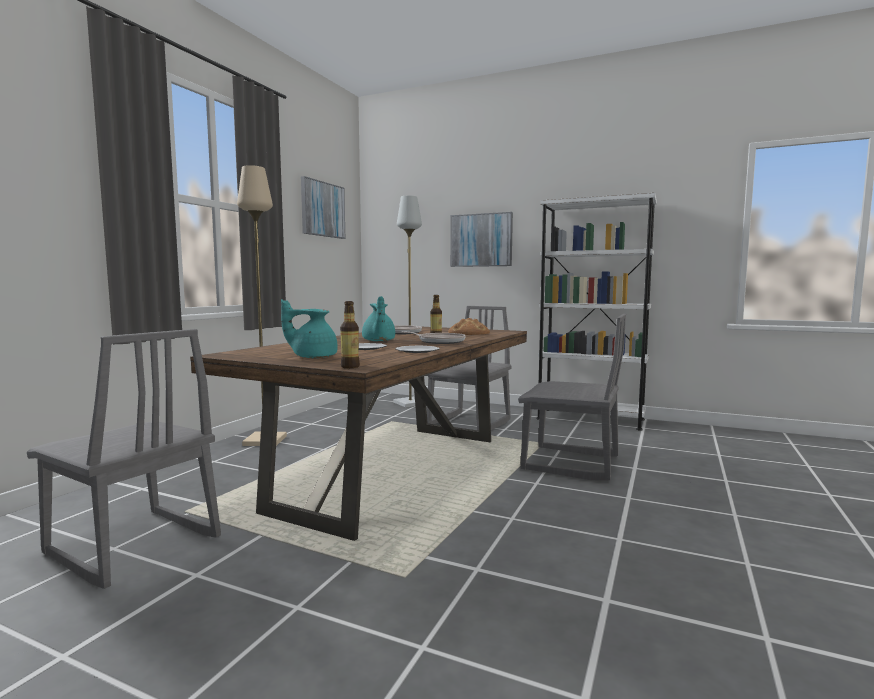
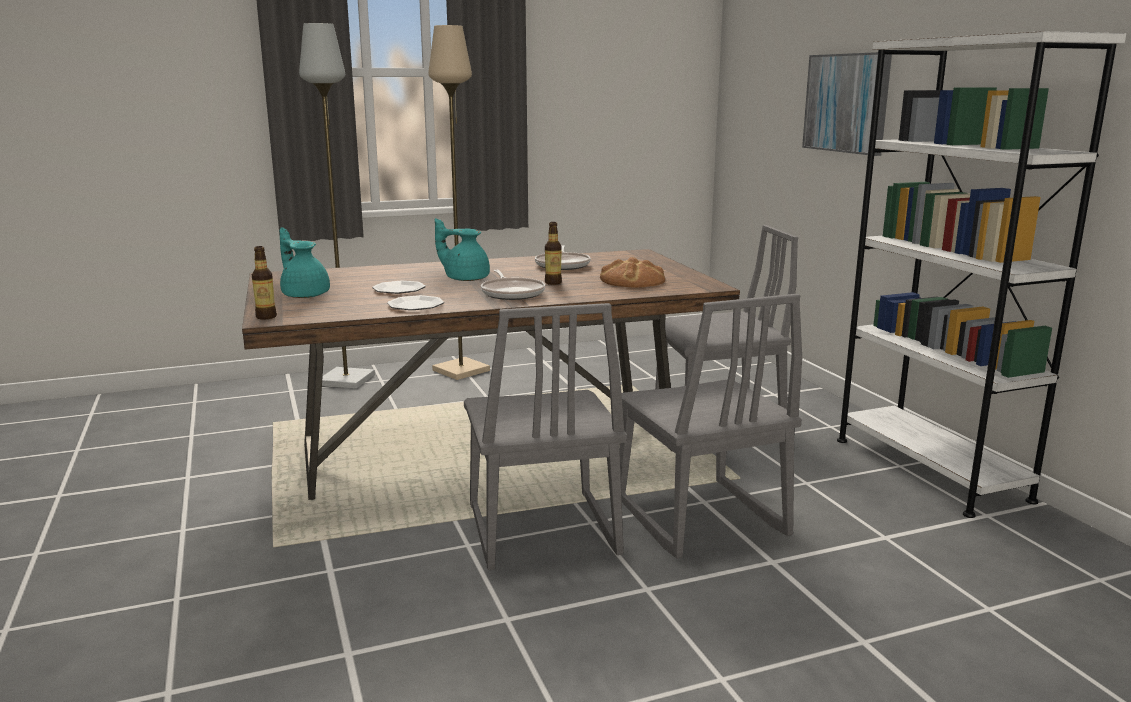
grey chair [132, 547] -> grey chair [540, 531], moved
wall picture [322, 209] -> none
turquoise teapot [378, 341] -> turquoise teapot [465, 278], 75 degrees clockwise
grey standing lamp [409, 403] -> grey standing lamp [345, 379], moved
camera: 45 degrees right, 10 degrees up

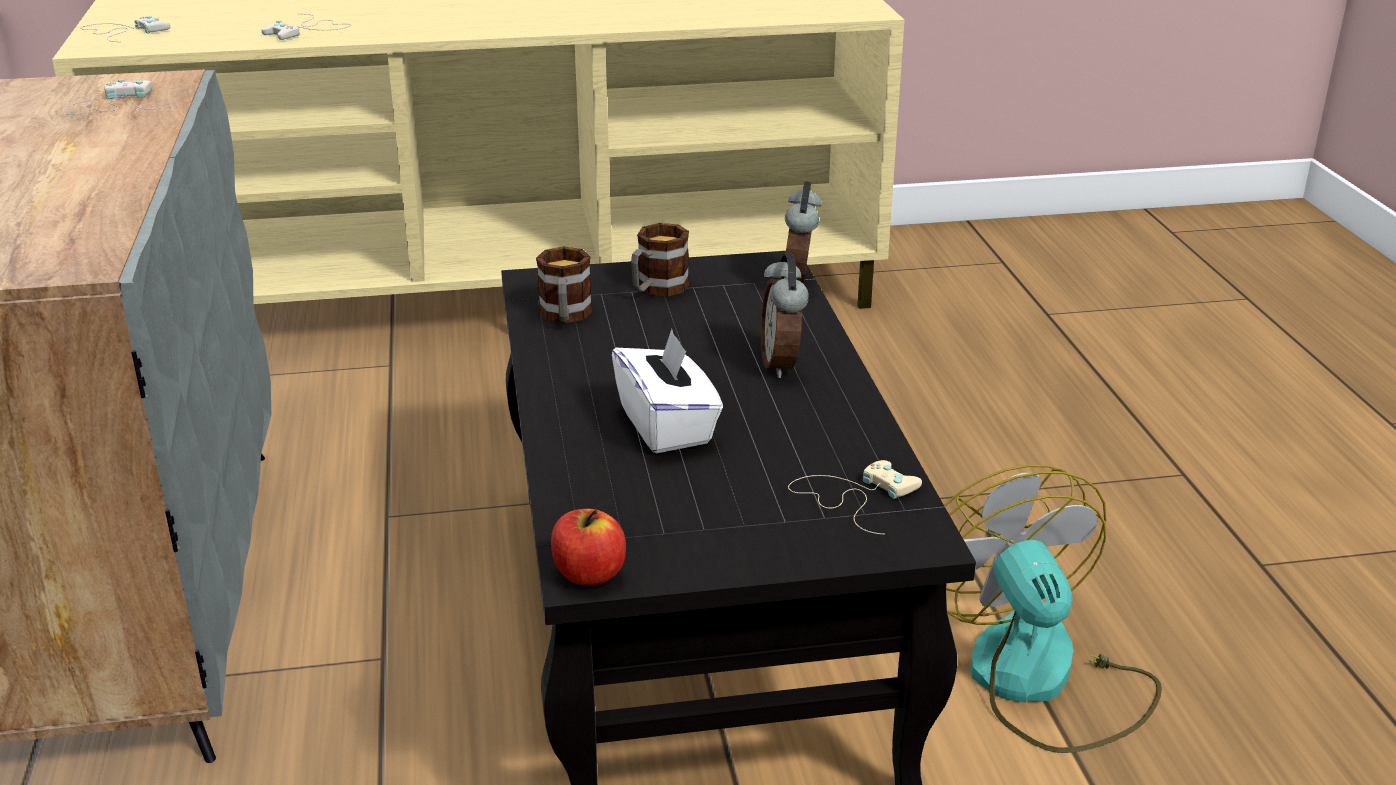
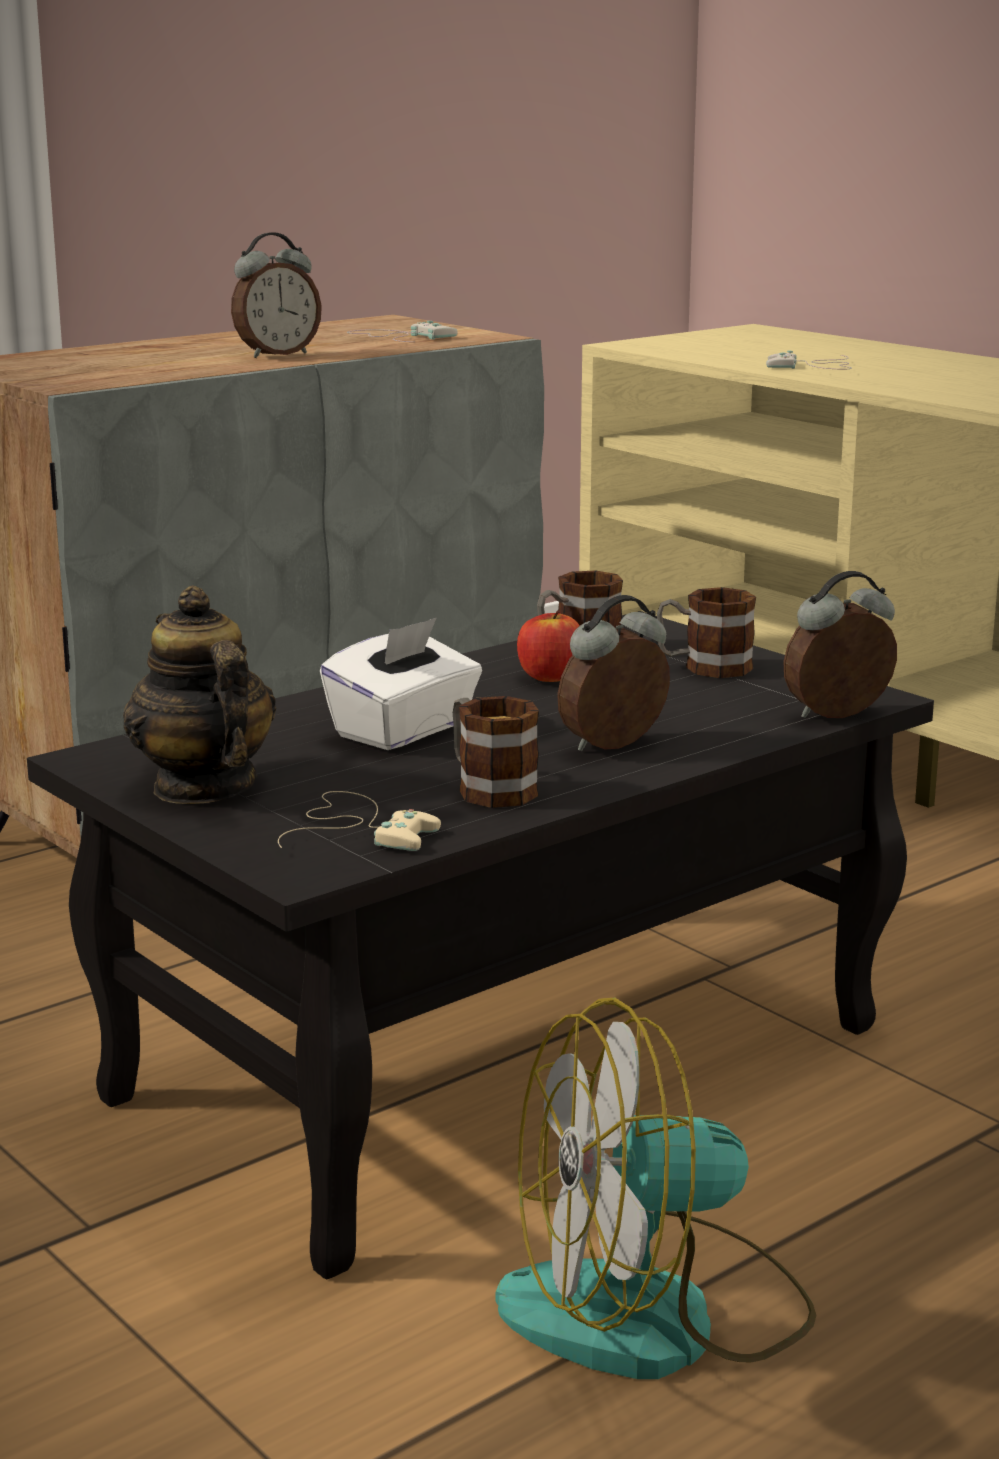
white-coloured gamepad [122, 33] -> none
apple fruit [589, 574] -> apple fruit [550, 677], moved
cooling fan [1039, 681] -> cooling fan [656, 1314], 150 degrees counterclockwise
none -> teapot [203, 787]
none -> table clock [276, 354]
none -> coffee mug [488, 787]
camera: 60 degrees right, 10 degrees down

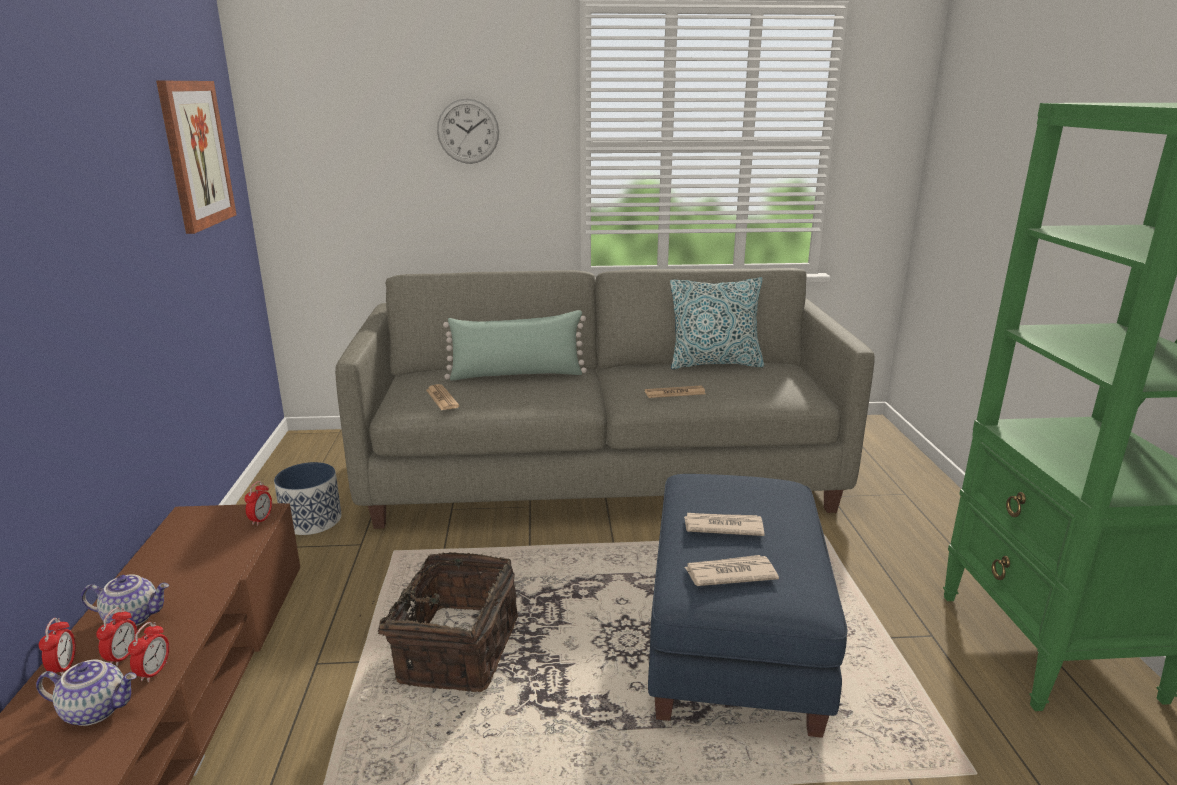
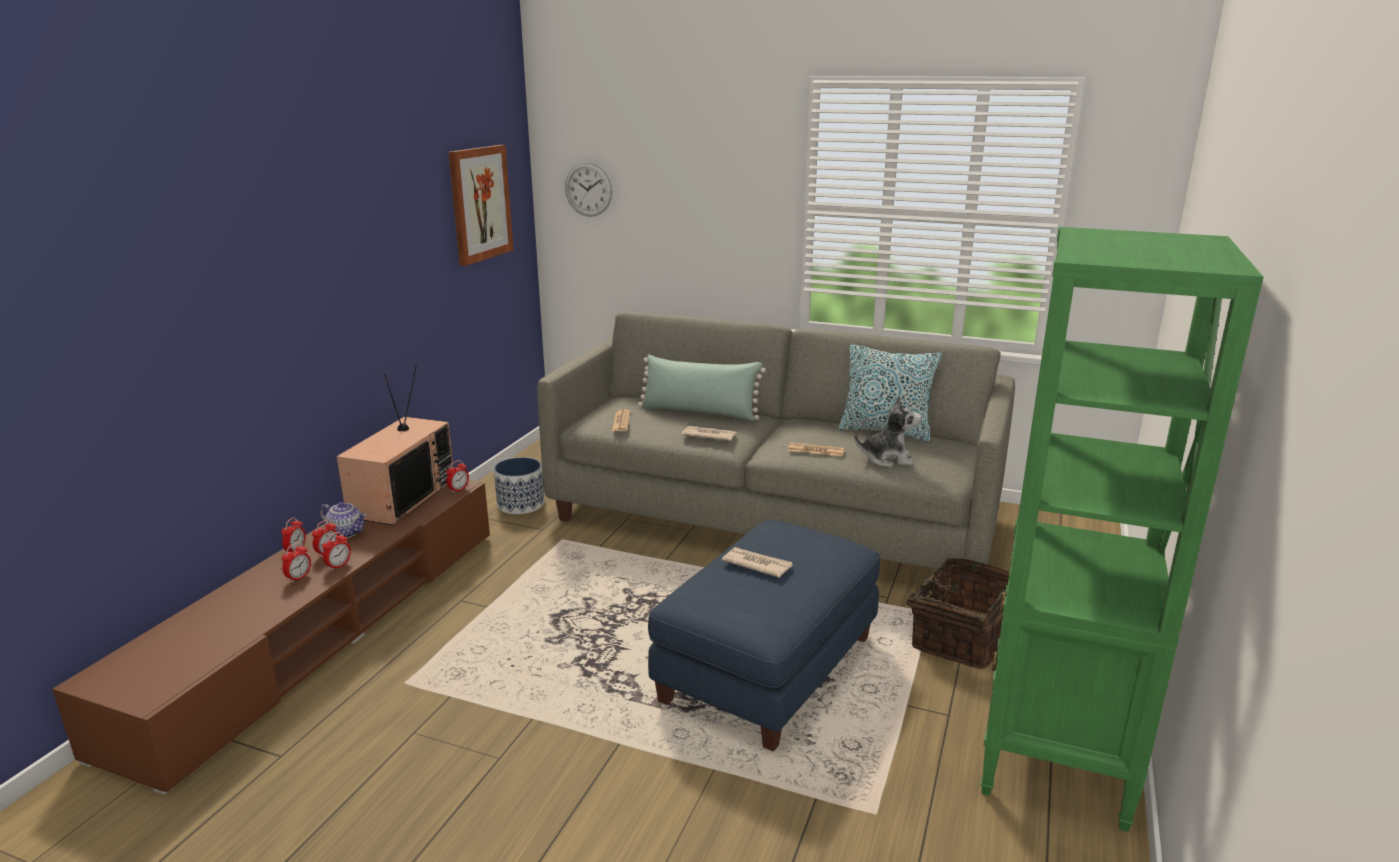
teapot [97, 709] -> table clock [299, 578]
storage basket [454, 649] -> storage basket [959, 636], moved
wall clock [468, 131] -> wall clock [588, 189], moved
newspaper [729, 574] -> newspaper [708, 435], moved
none -> television [401, 496]
none -> cuddly toy [887, 459]
camera: 25 degrees right, 0 degrees up

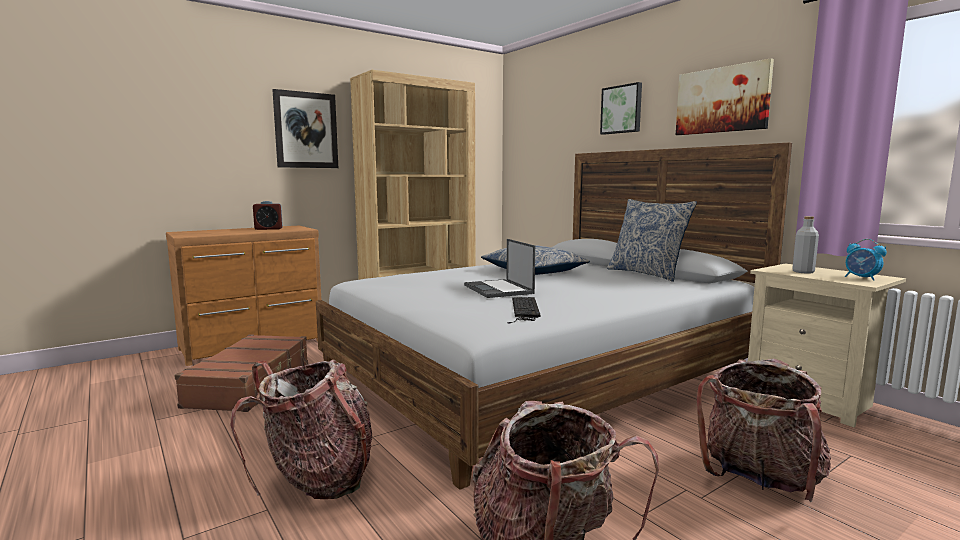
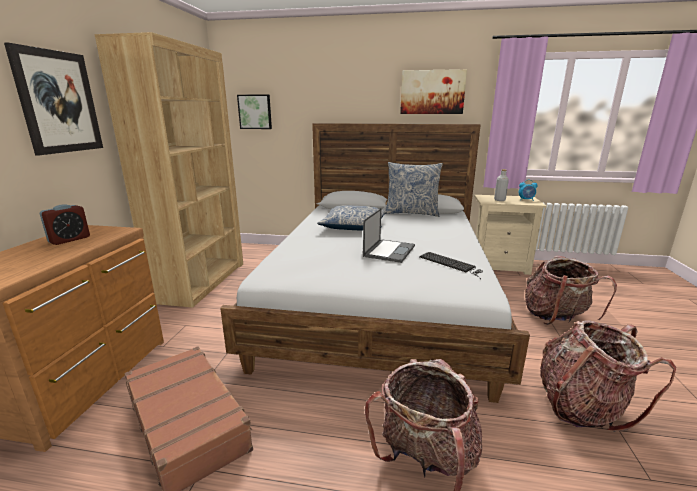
laptop [499, 289] -> laptop [389, 251], 90 degrees counterclockwise
wall picture [622, 109] -> wall picture [255, 112], moved
camera: 45 degrees left, 10 degrees up

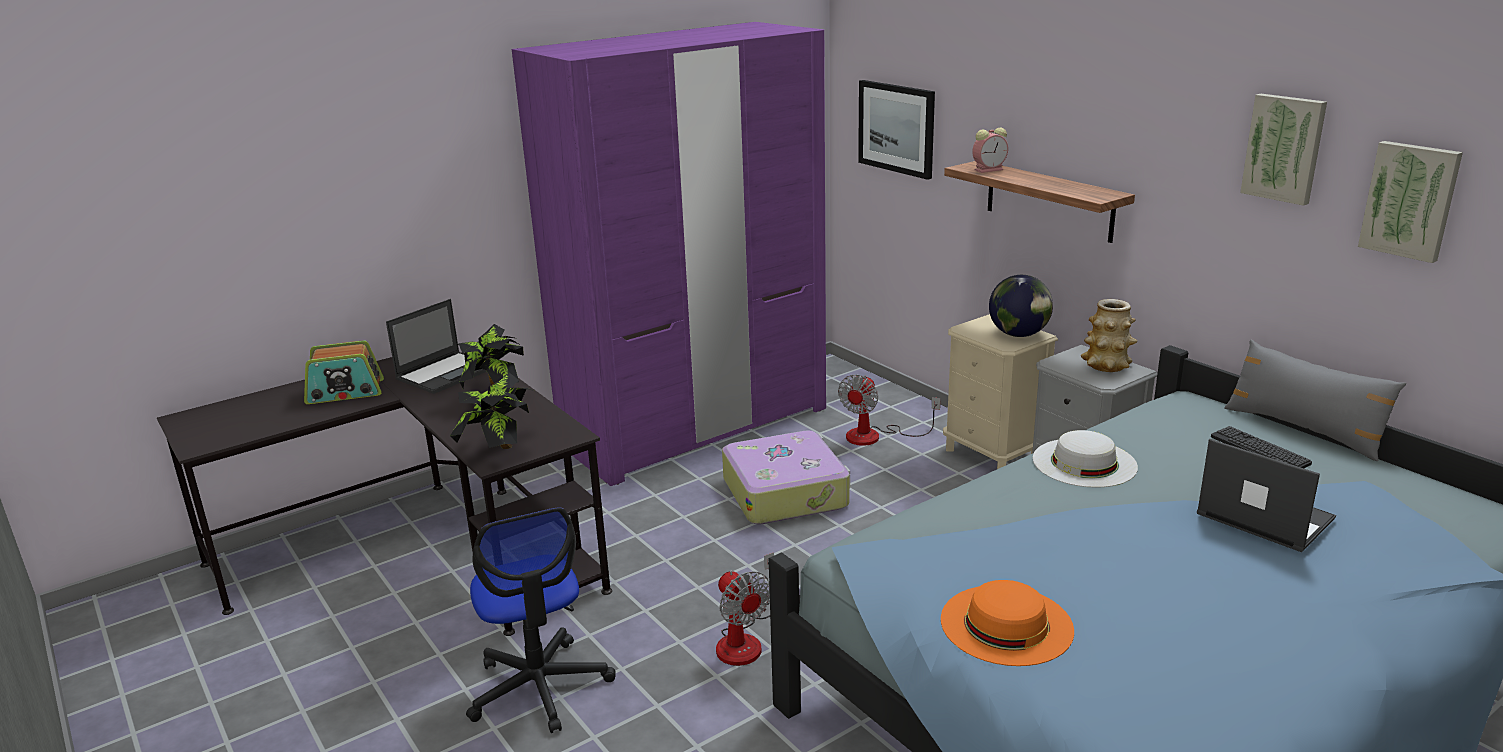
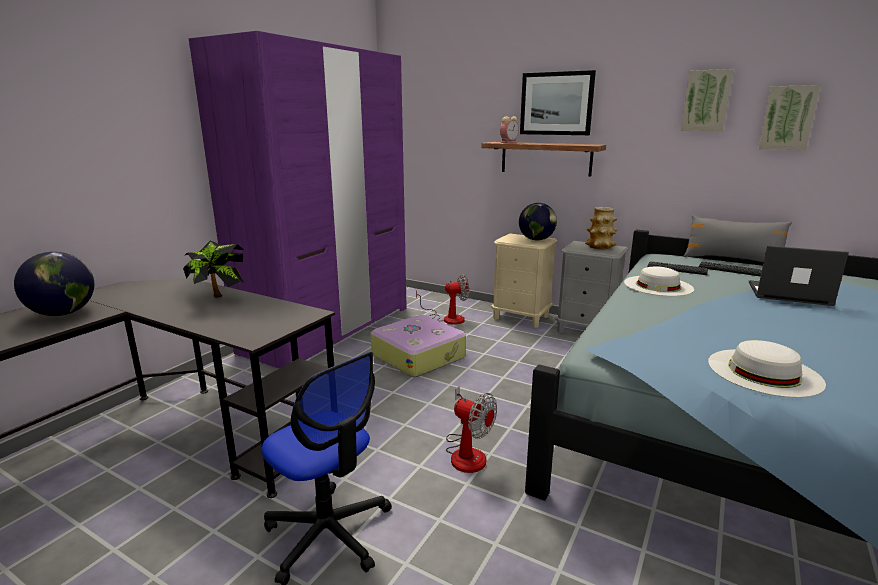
radio receiver [345, 392] -> world globe [63, 313]
laptop [446, 373] -> none
houseplant [500, 452] -> none
cooling fan [875, 436] -> cooling fan [447, 318], 105 degrees counterclockwise
wall picture [896, 128] -> wall picture [556, 104], moved
orange-coloured hat [1006, 624] -> white-coloured hat [763, 372]
none -> computer keyboard [677, 269]
camera: 25 degrees left, 5 degrees down

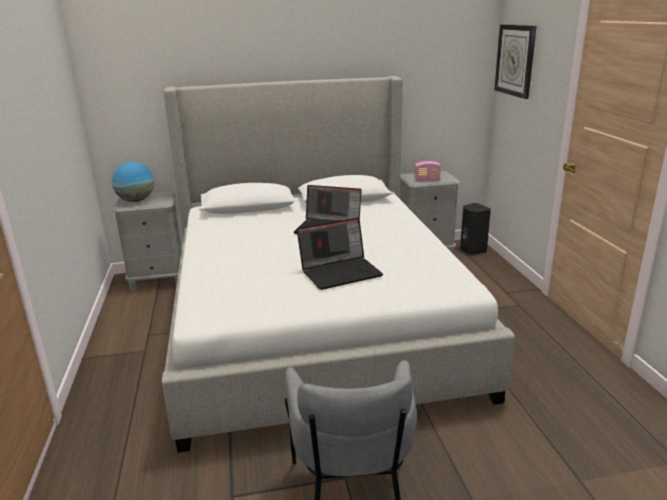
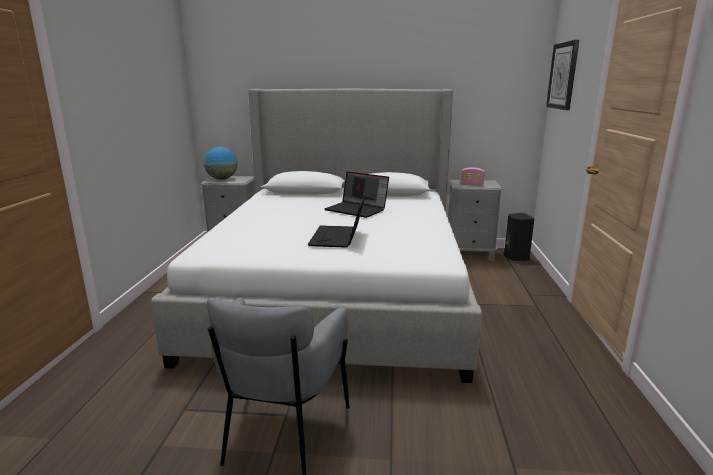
laptop [341, 272] -> laptop [339, 238], 105 degrees clockwise
camera: 15 degrees right, 5 degrees down

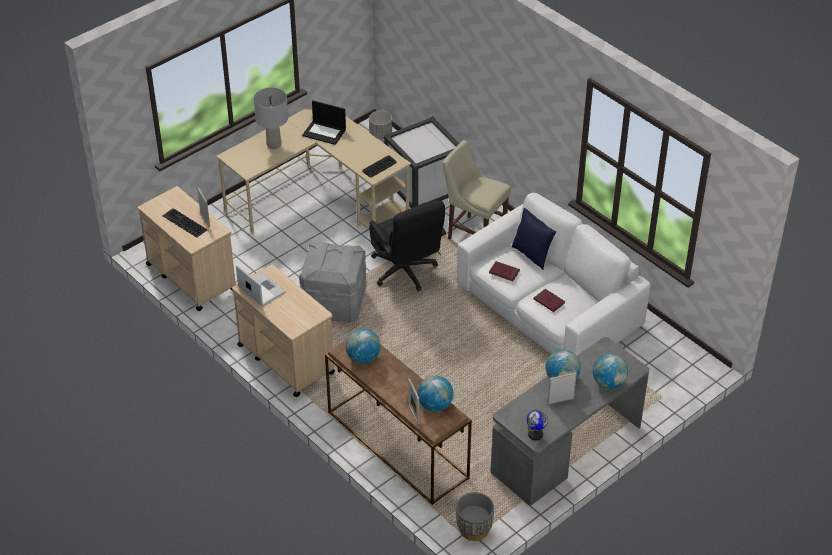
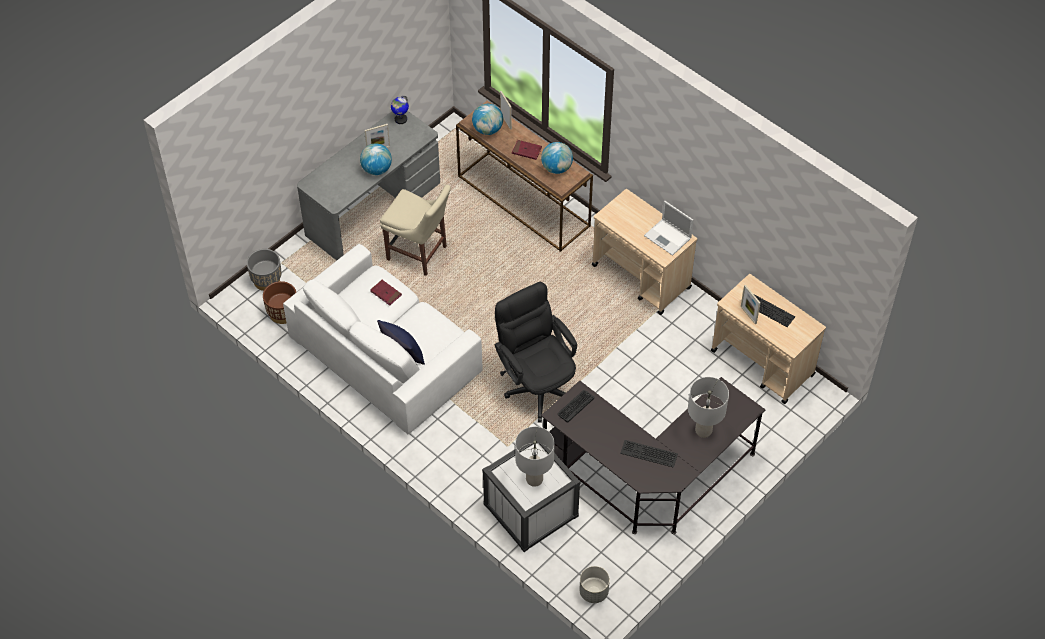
beige desk unit [318, 200] -> black desk unit [650, 477]
grey storage container [334, 303] -> none
laptop [325, 132] -> computer keyboard [648, 454]
beige chair [474, 233] -> beige chair [419, 254], moved
grey flower pot [474, 529] -> grey flower pot [267, 280], moved
red-coloured bound book [504, 272] -> red-coloured bound book [526, 151], moved
world globe [608, 383] -> none
none -> brown-coloured flower pot [282, 313]
none -> grey tabletop lamp [534, 479]
camera: 175 degrees right, 10 degrees up

